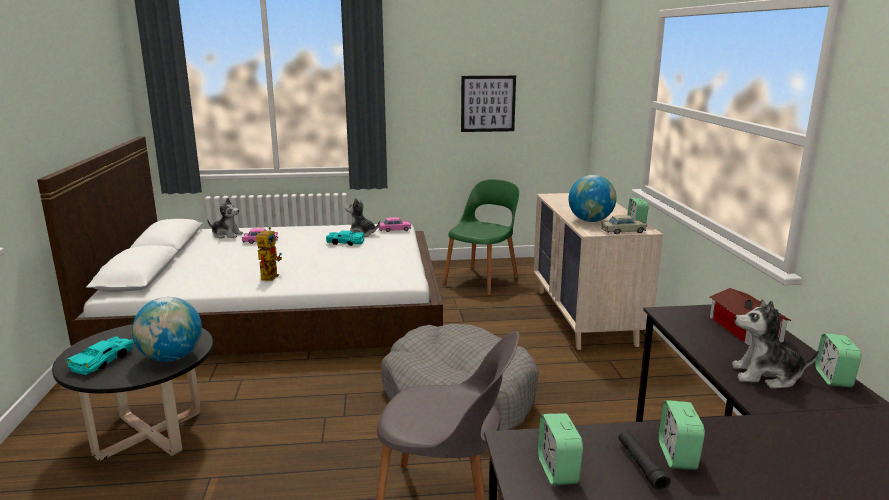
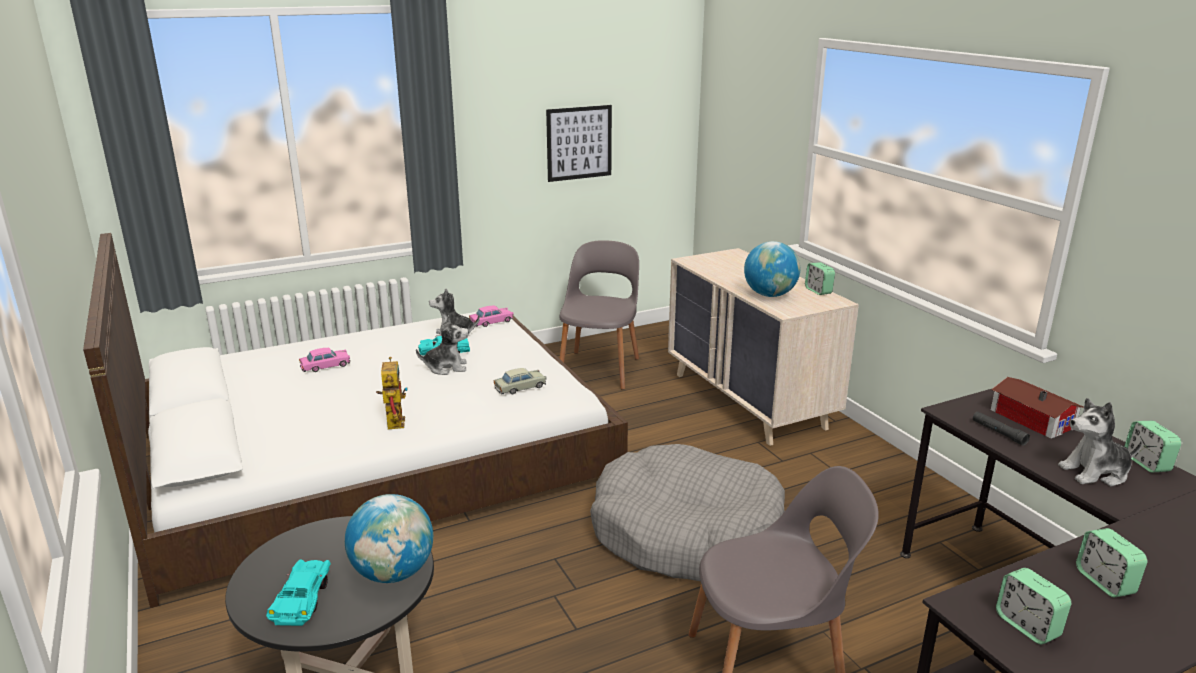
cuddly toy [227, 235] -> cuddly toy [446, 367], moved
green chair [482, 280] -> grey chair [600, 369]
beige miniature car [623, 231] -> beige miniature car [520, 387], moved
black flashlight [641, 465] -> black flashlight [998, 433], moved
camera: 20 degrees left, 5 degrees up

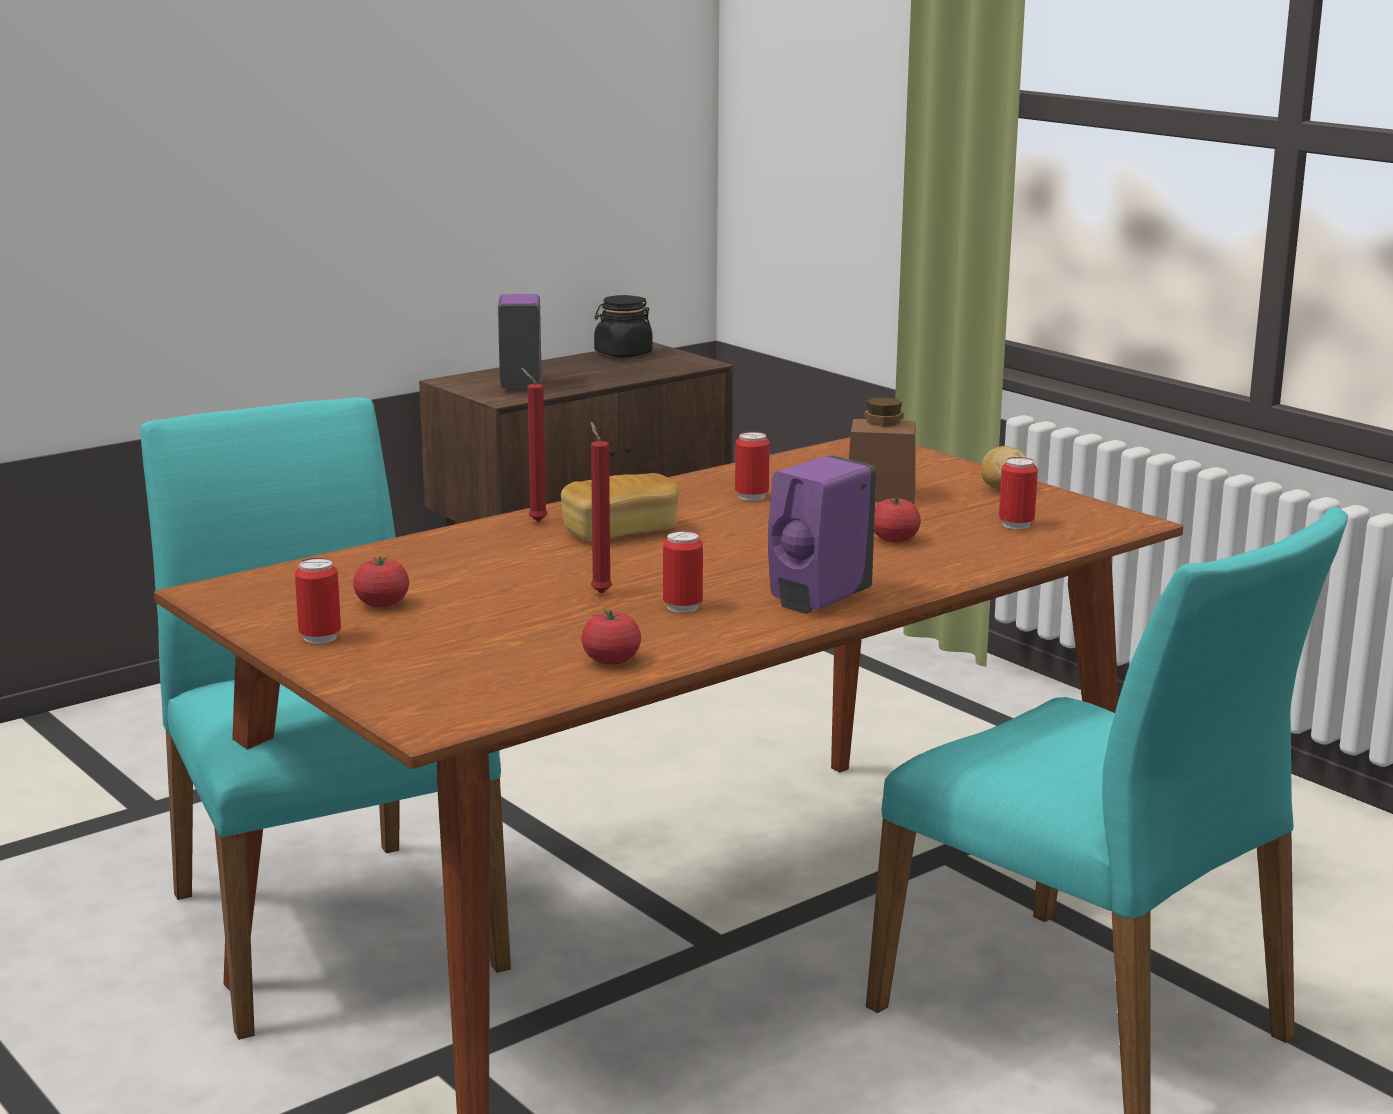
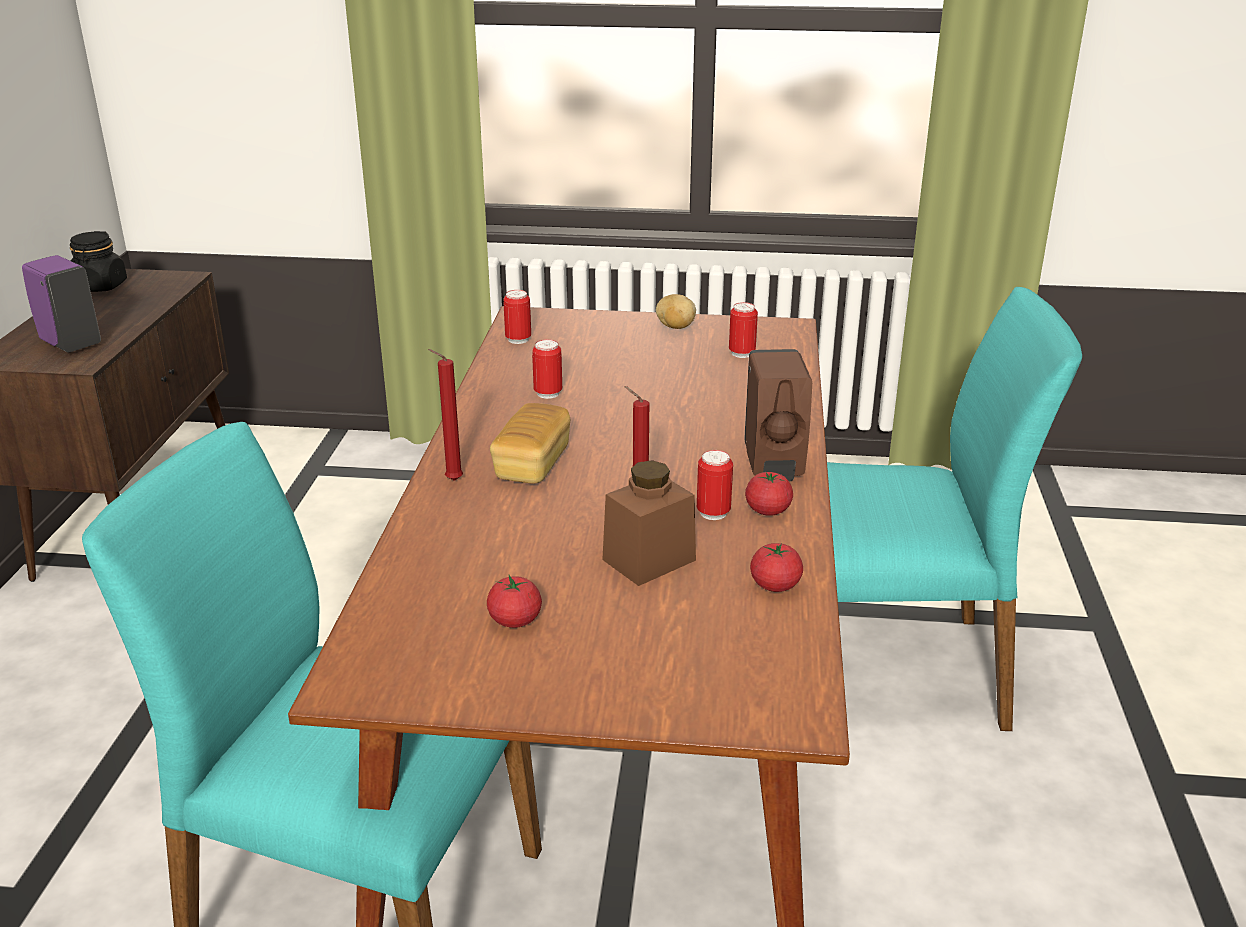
metal can [320, 637] -> metal can [518, 340], moved
purple-coloured soap bottle [817, 601] -> brown-coloured soap bottle [773, 467]
brown-coloured storage jar [880, 494] -> brown-coloured storage jar [649, 560], moved
fresh tomato [894, 540] -> fresh tomato [768, 510], moved
camera: 45 degrees left, 10 degrees up

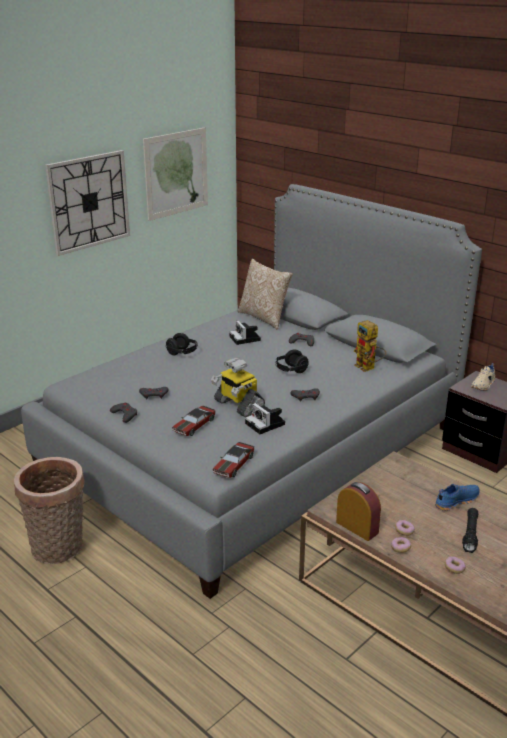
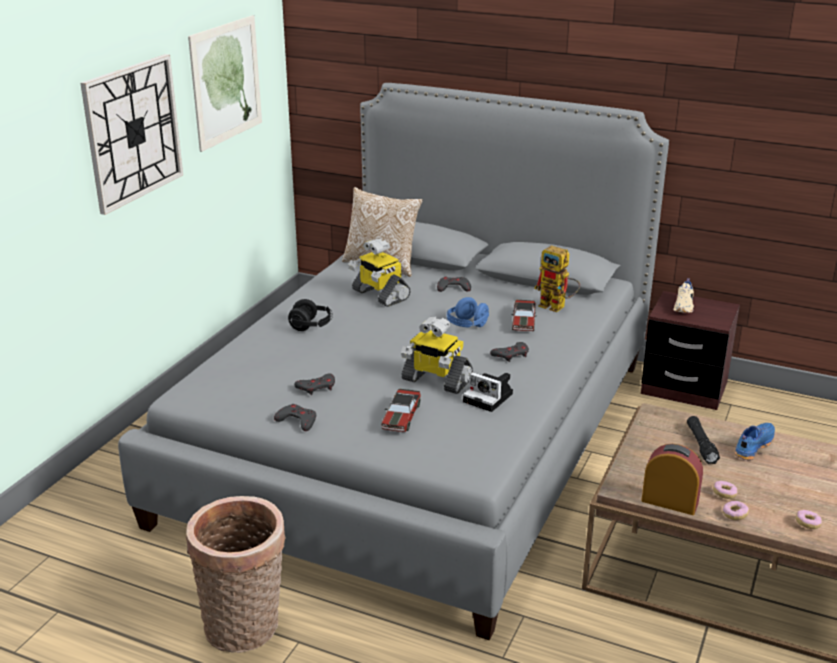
miniature car [233, 465] -> miniature car [523, 321], moved
still camera [245, 339] -> model robot [379, 295]
black headphones [291, 370] -> bluish headphones [467, 325]
black flashlight [470, 534] -> black flashlight [701, 445], moved
camera: 20 degrees left, 0 degrees up

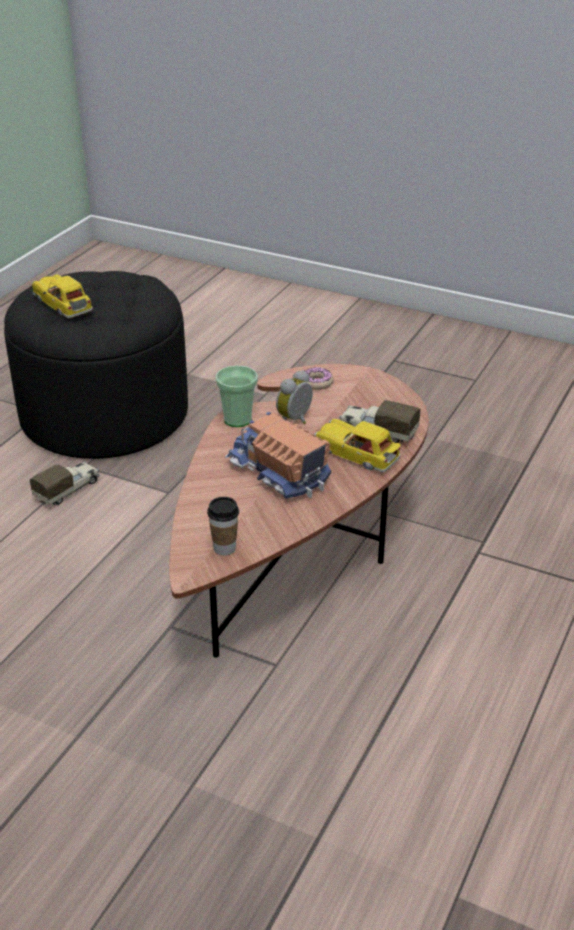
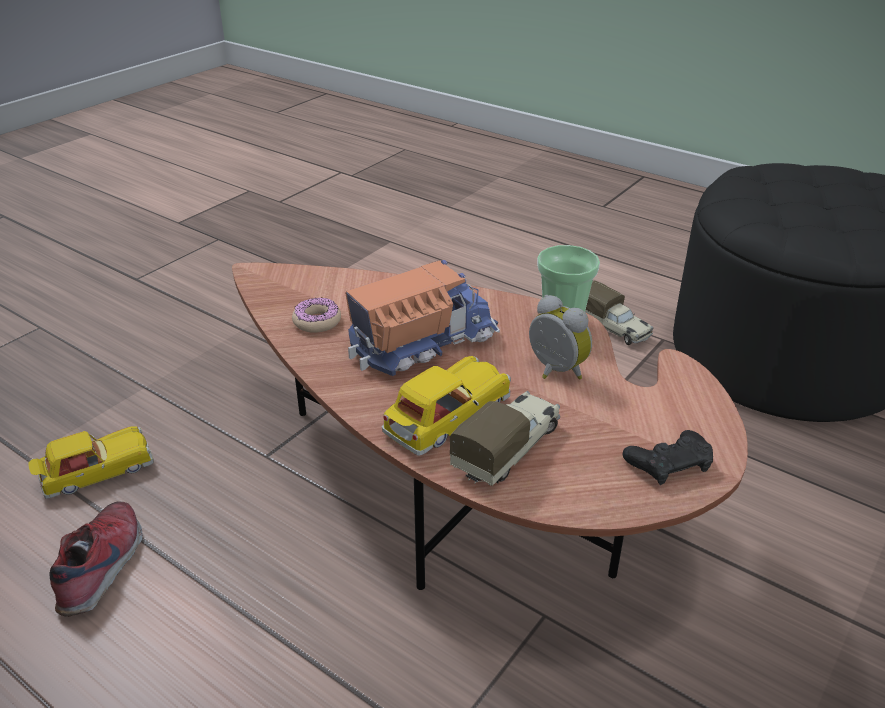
miniature car [63, 305] -> miniature car [95, 472], moved
drinking cup [224, 548] -> none
ring doughnut [317, 383] -> ring doughnut [317, 321], moved
none -> item of footwear [104, 566]
none -> black gamepad [669, 464]
camera: 100 degrees right, 0 degrees up

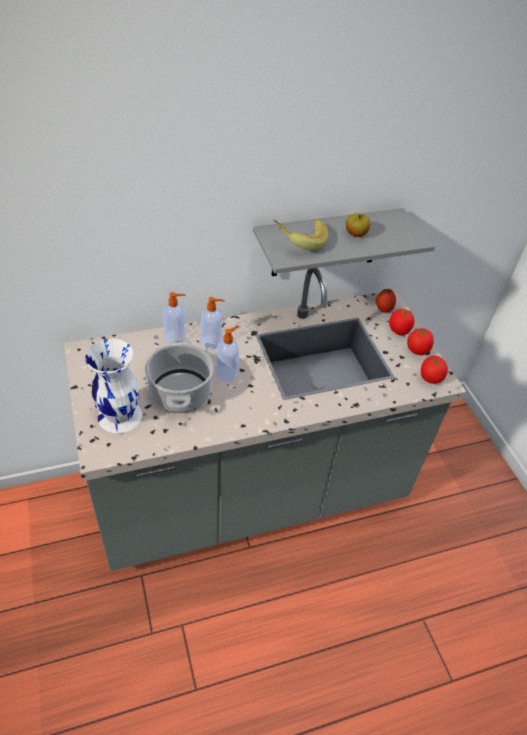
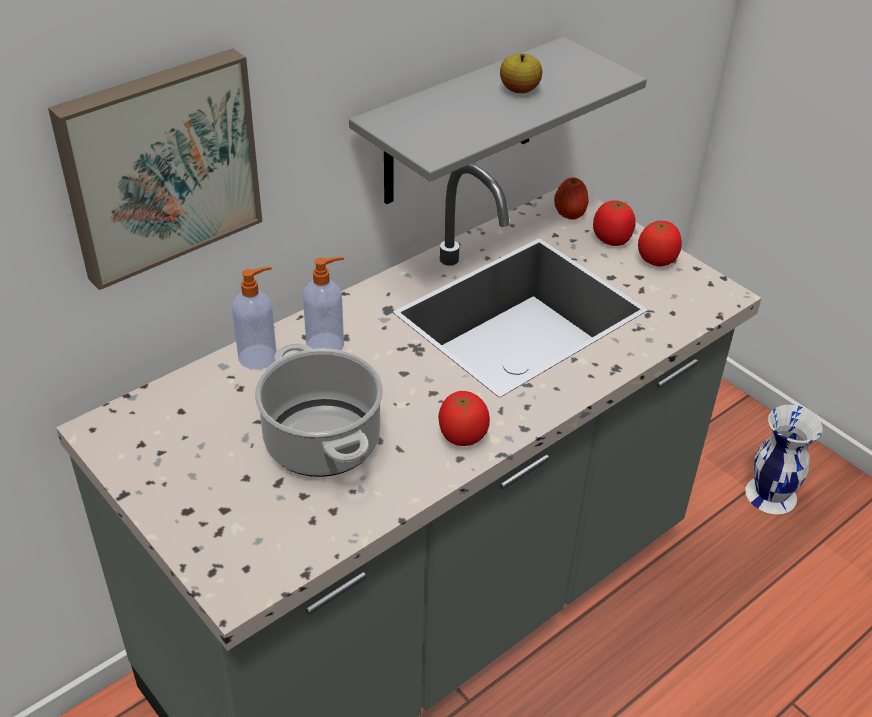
white-coloured flower vase [119, 415] -> white-coloured flower vase [770, 494], moved
soap bottle [227, 373] -> none
banana fruit [299, 241] -> none
fresh tomato [430, 378] -> fresh tomato [462, 436], moved
none -> wall picture [159, 165]
camera: 20 degrees left, 5 degrees down

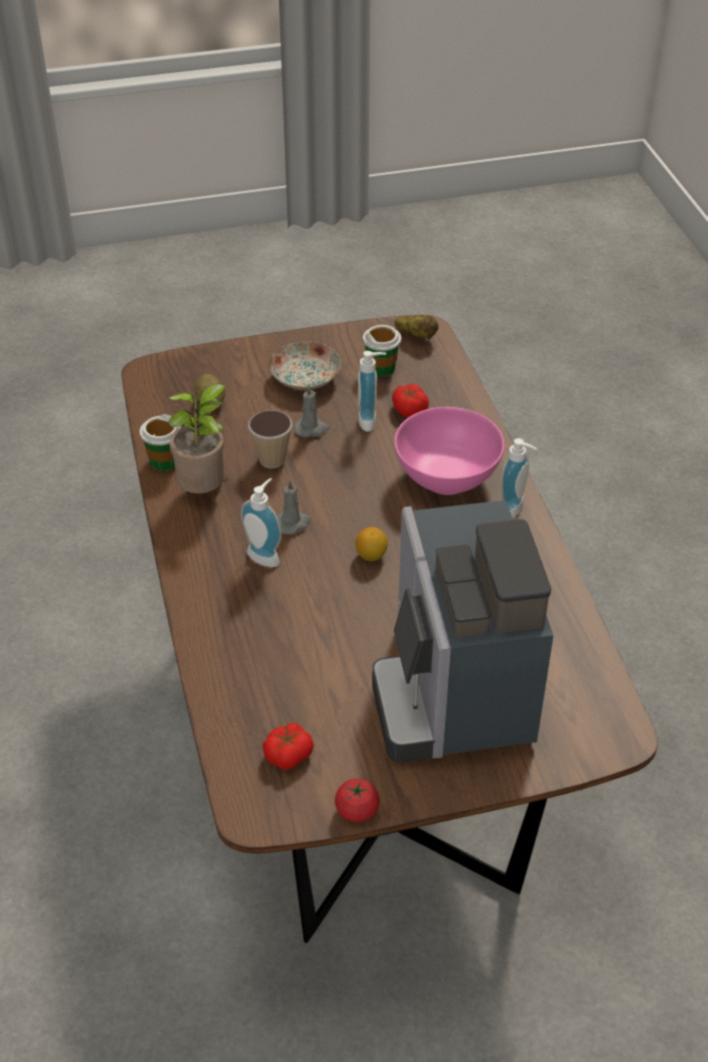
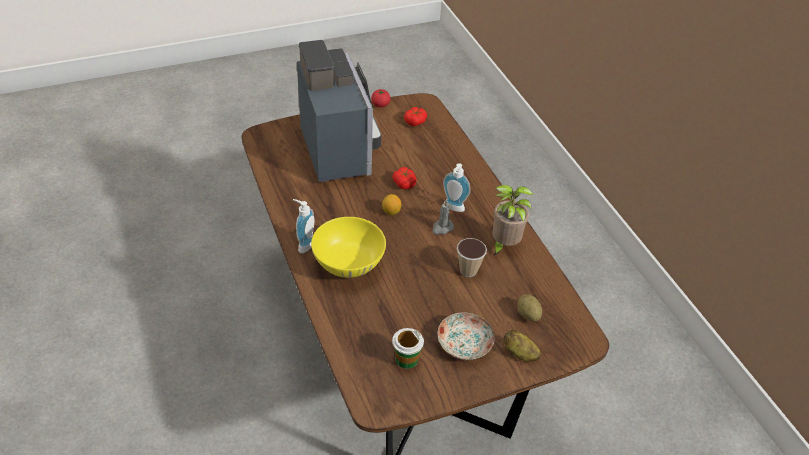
drinking cup [164, 461] -> none
grey wax light [312, 429] -> none
soap bottle [371, 420] -> none
fresh tomato [409, 409] -> fresh tomato [404, 183], moved
pink bowl [447, 478] -> yellow-coloured bowl [348, 264]
whole potato [416, 336] -> whole potato [520, 353], moved
camera: 170 degrees right, 0 degrees up

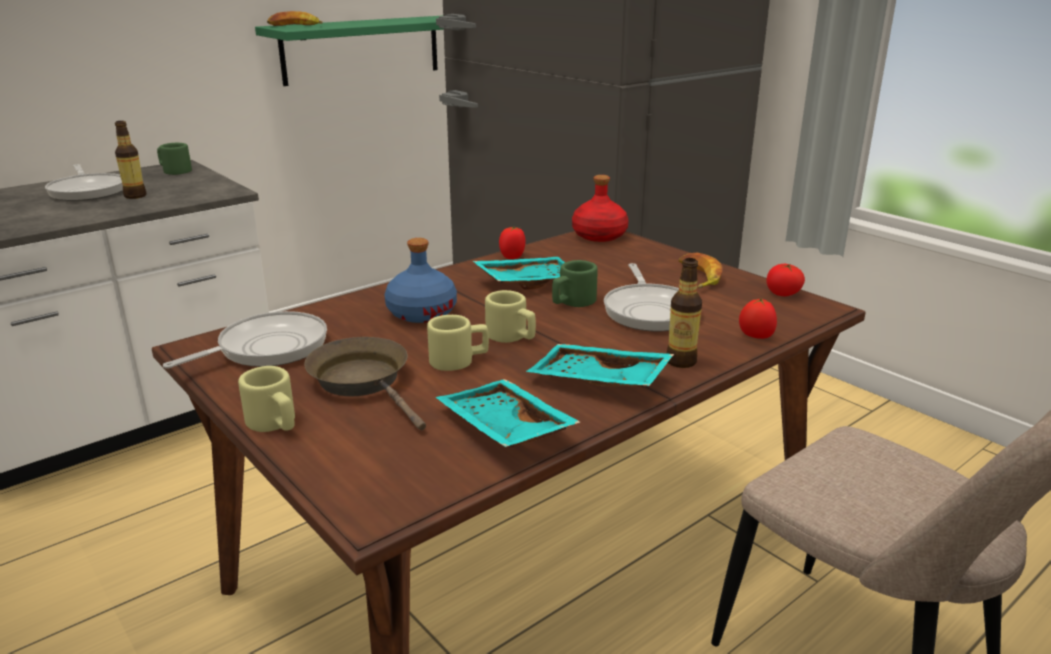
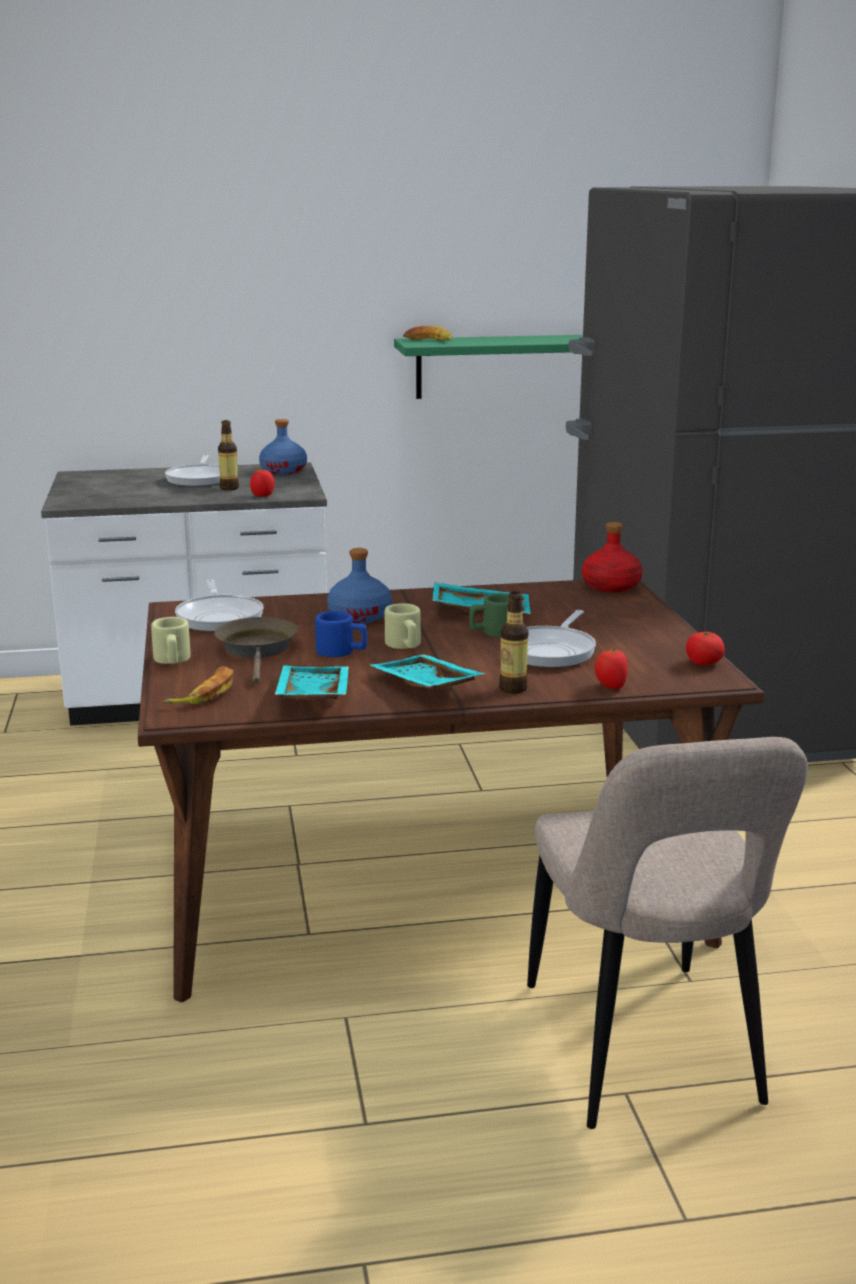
green coffee mug [174, 171] -> bluish beverage bottle [283, 471]
frying pan [267, 348] -> frying pan [219, 617], 90 degrees clockwise
beige coffee mug [459, 360] -> bluish coffee mug [342, 652]
fresh tomato [512, 257] -> fresh tomato [263, 495], moved
banana fruit [697, 277] -> banana fruit [204, 694], moved
camera: 30 degrees right, 5 degrees down

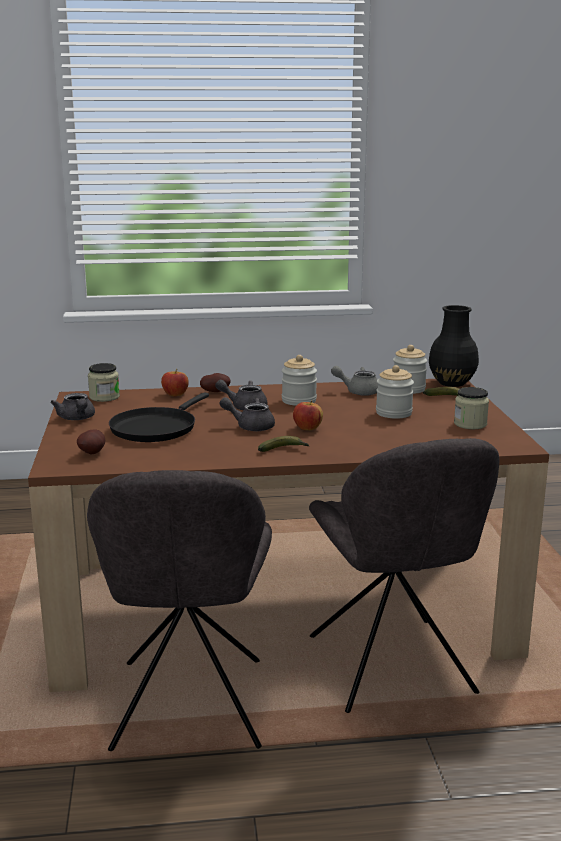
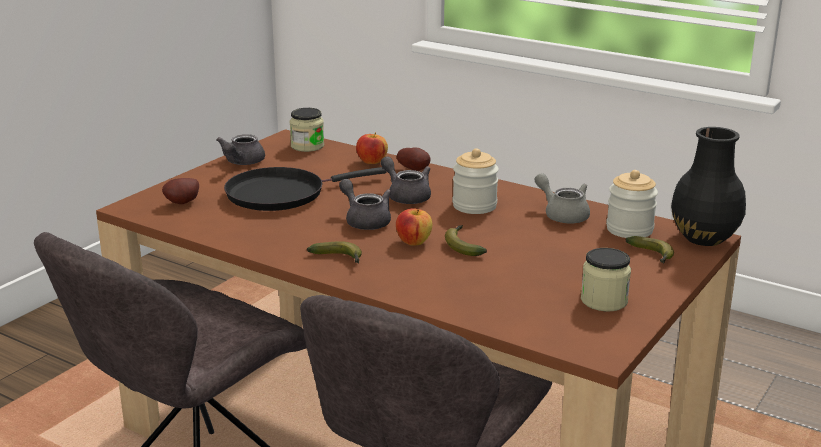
storage jar [393, 413] -> none
none -> banana fruit [463, 246]
camera: 40 degrees right, 5 degrees up

